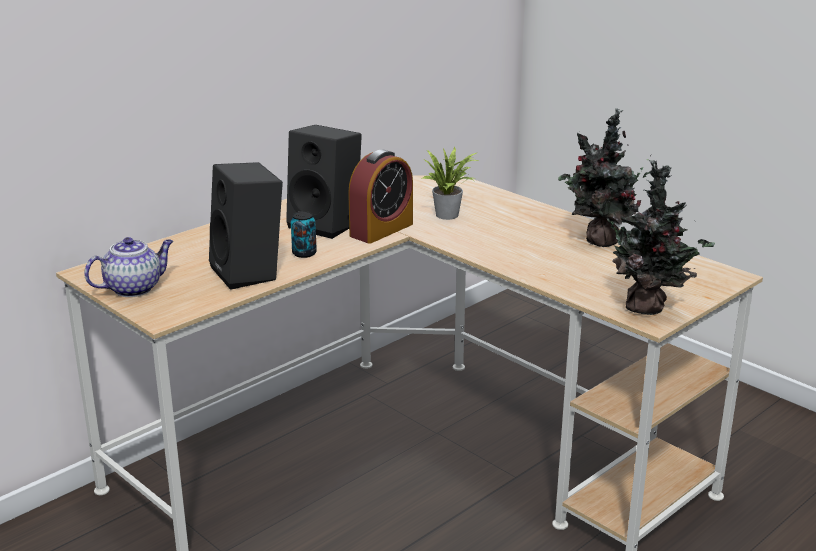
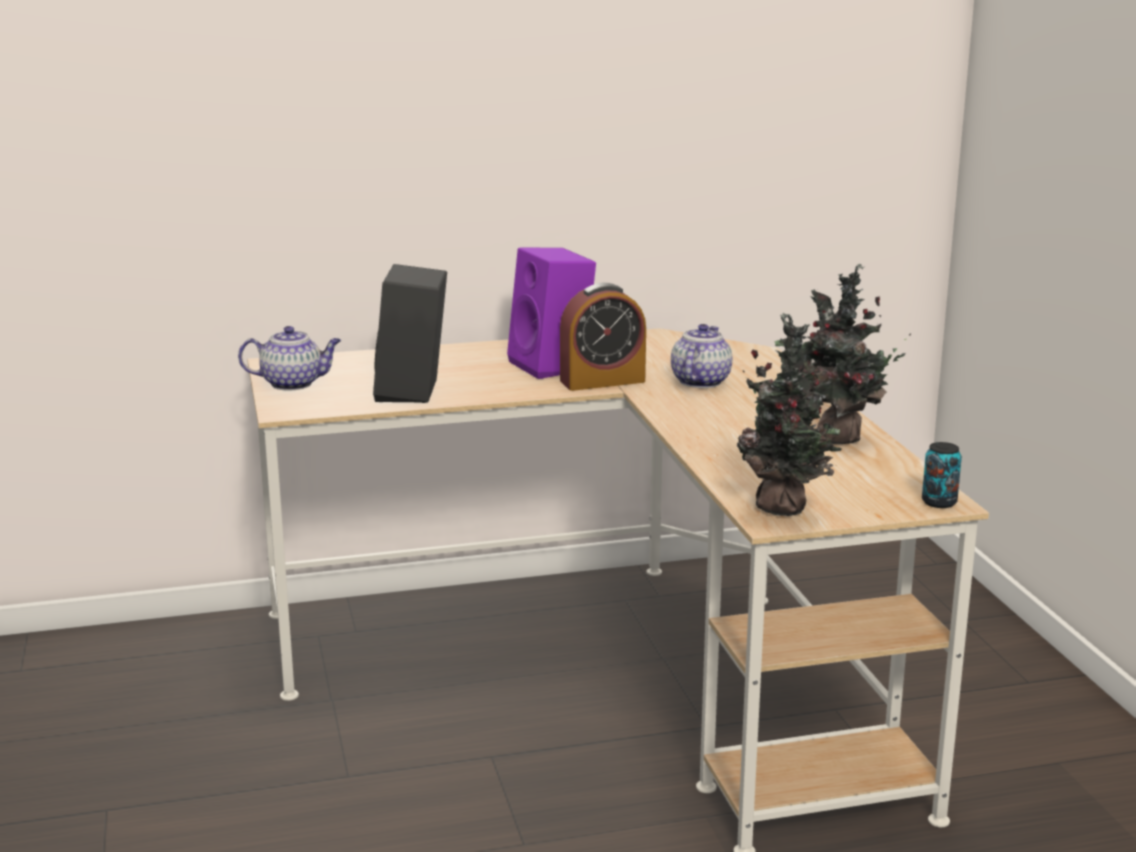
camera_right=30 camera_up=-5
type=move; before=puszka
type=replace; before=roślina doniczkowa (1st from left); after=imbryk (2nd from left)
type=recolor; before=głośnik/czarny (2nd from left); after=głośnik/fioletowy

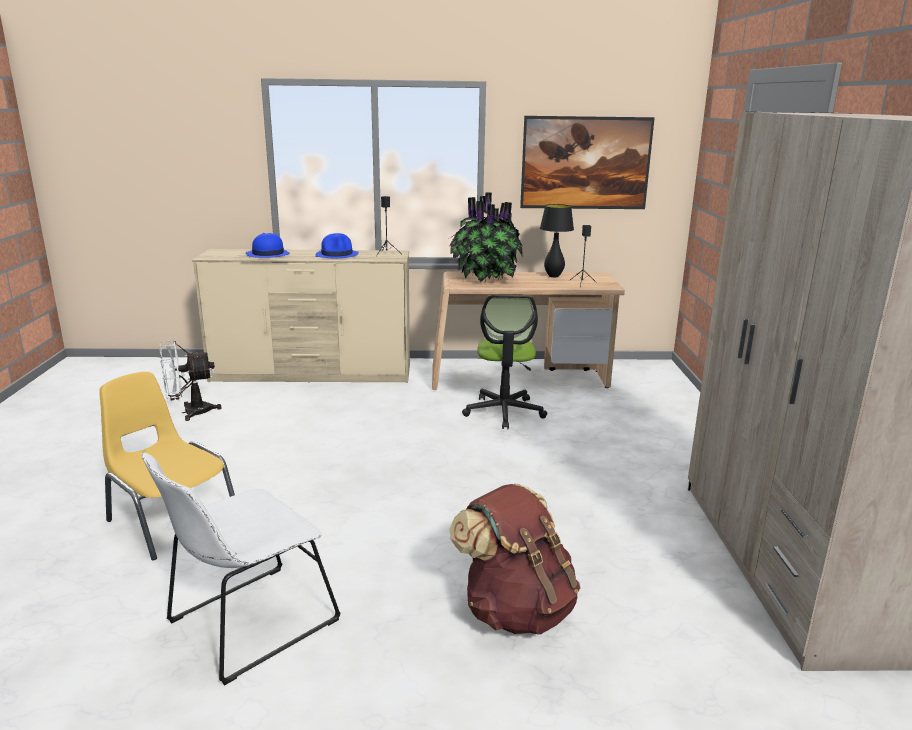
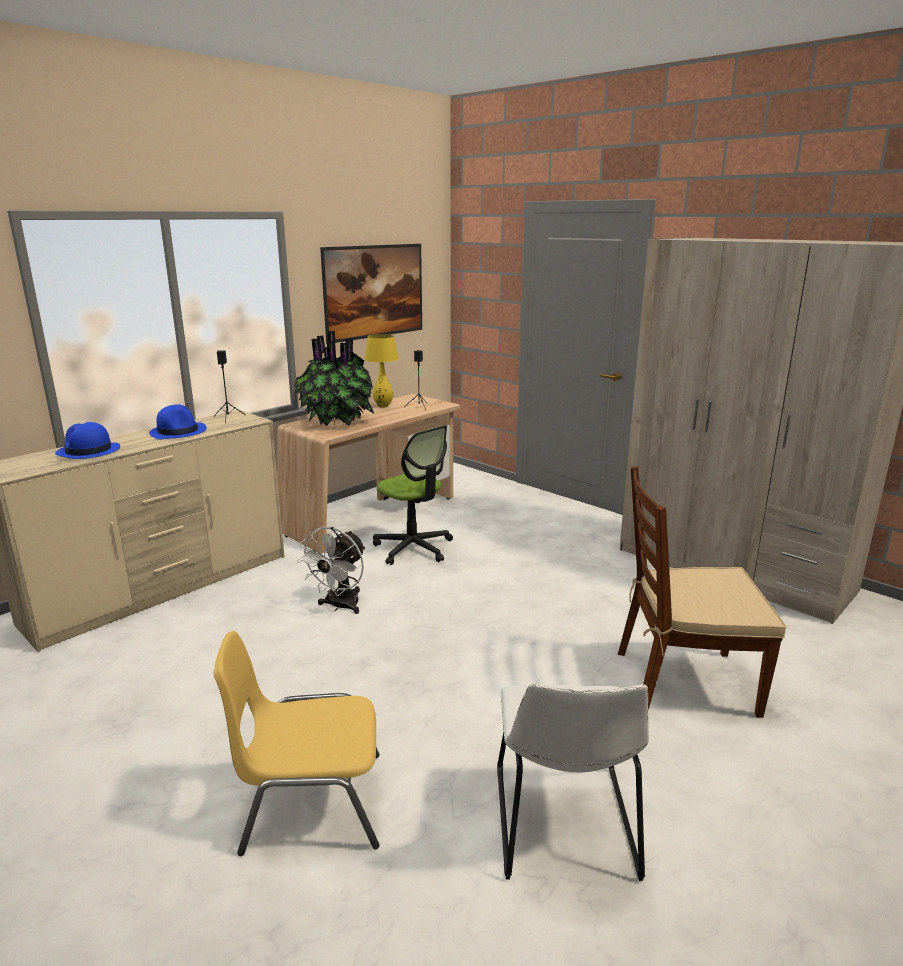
camera_right=-45 camera_up=0
type=move; before=wentylator/biały
type=replace; before=plecak/brązowy; after=krzesło/brązowy
type=recolor; before=lampa stołowa/czarny; after=lampa stołowa/żółty

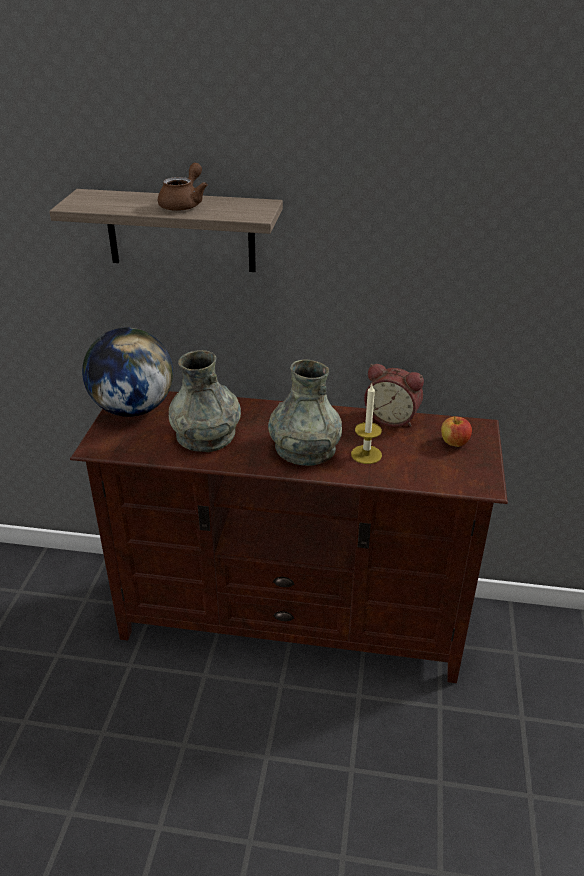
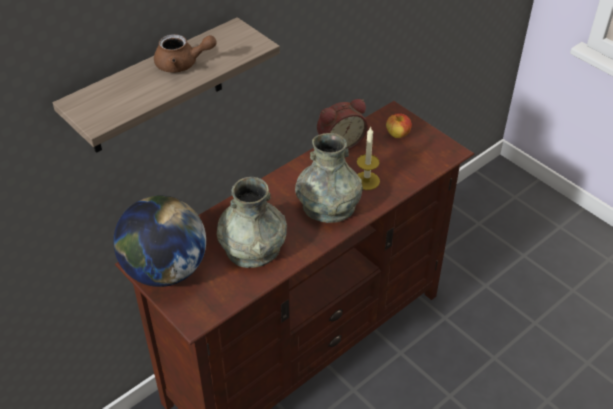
camera_right=-50 camera_up=10
type=rotate; before=imbryk/brązowy; turn=120

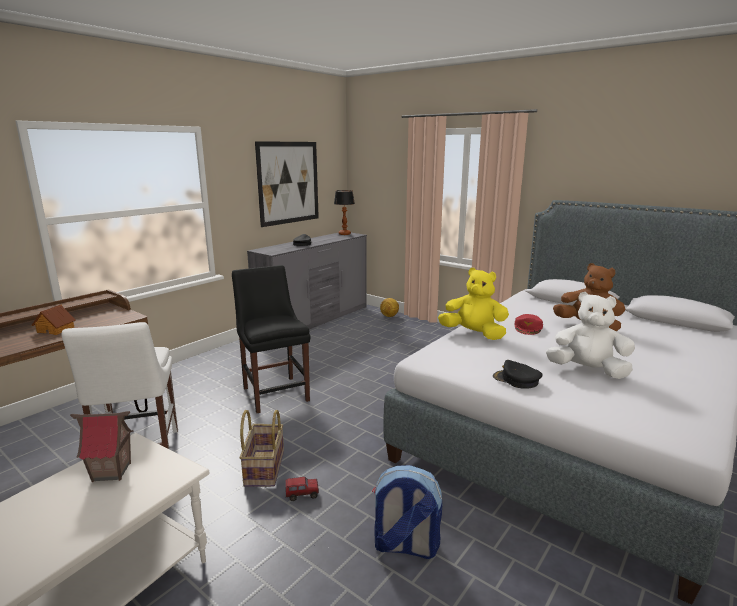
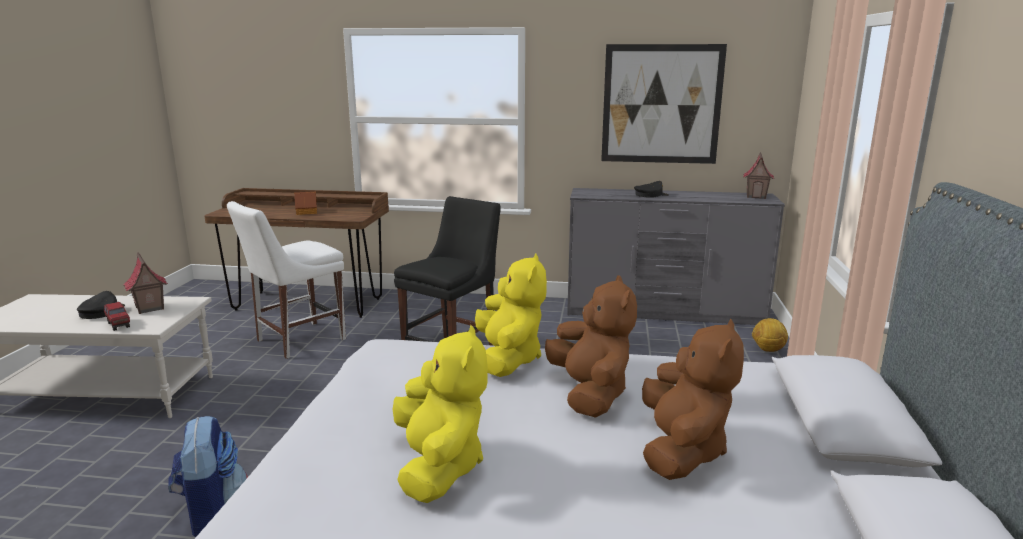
camera_right=60 camera_up=0
type=delete; before=koszyk
type=move; before=ciężarówka zabawkowa
type=move; before=czapka z daszkiem/czarny (2nd from left in the first image); after=czapka z daszkiem/czarny (1st from left)
type=replace; before=lampa stołowa; after=domek (3rd from left)
type=replace; before=czapka z daszkiem/czerwony; after=pluszak/brązowy (1st from left)
type=recolor; before=pluszak/biały; after=pluszak/żółty (1st from left)

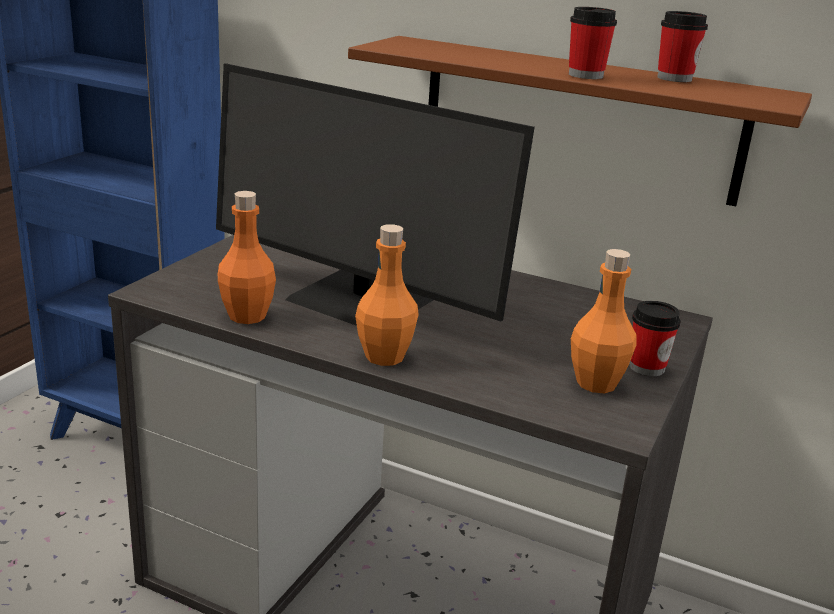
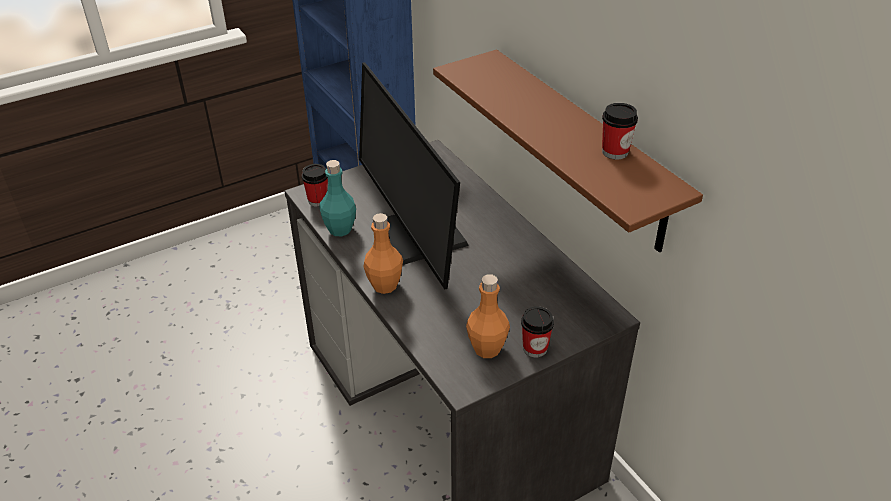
camera_right=35 camera_up=15
type=move; before=filiżanka (1st from left)
type=recolor; before=butelka/pomarańczowy (1st from left); after=butelka/turkusowy

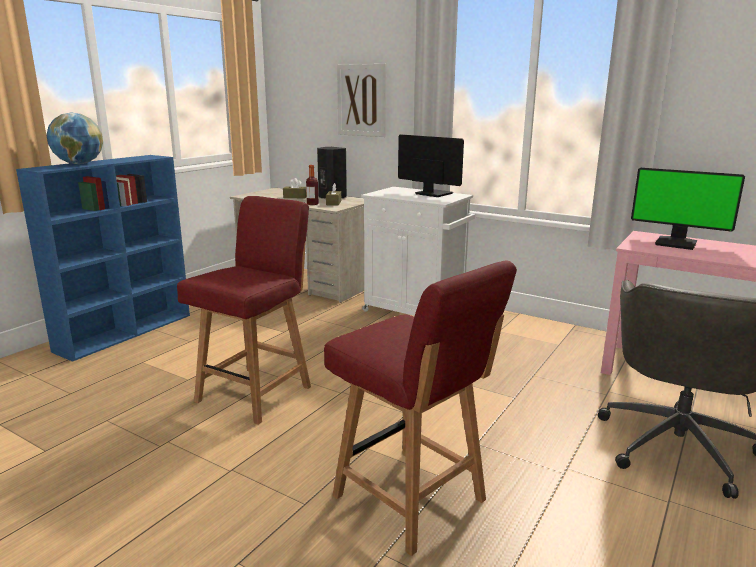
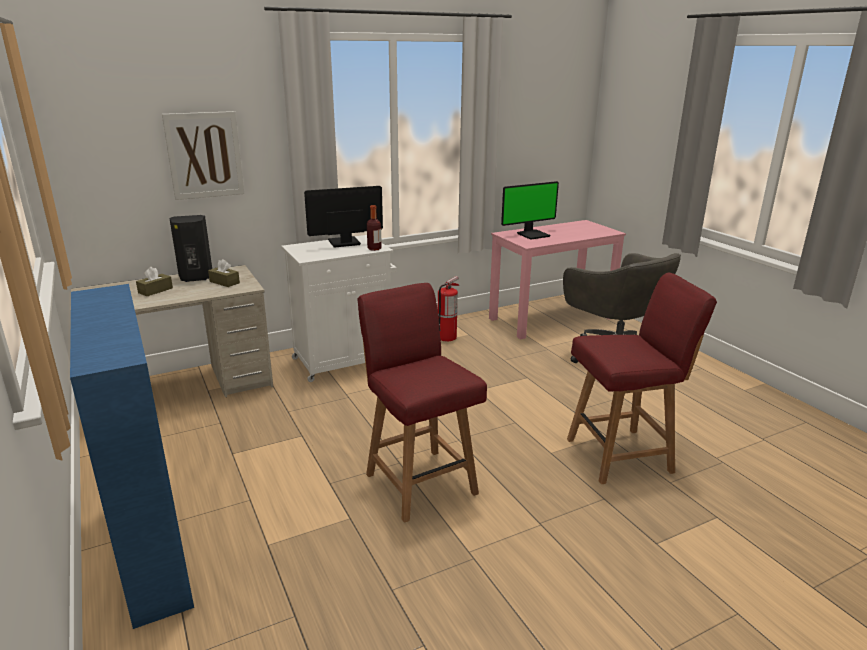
camera_right=-60 camera_up=5
type=delete; before=globus
type=insert; after=gaśnica
type=move; before=butelka

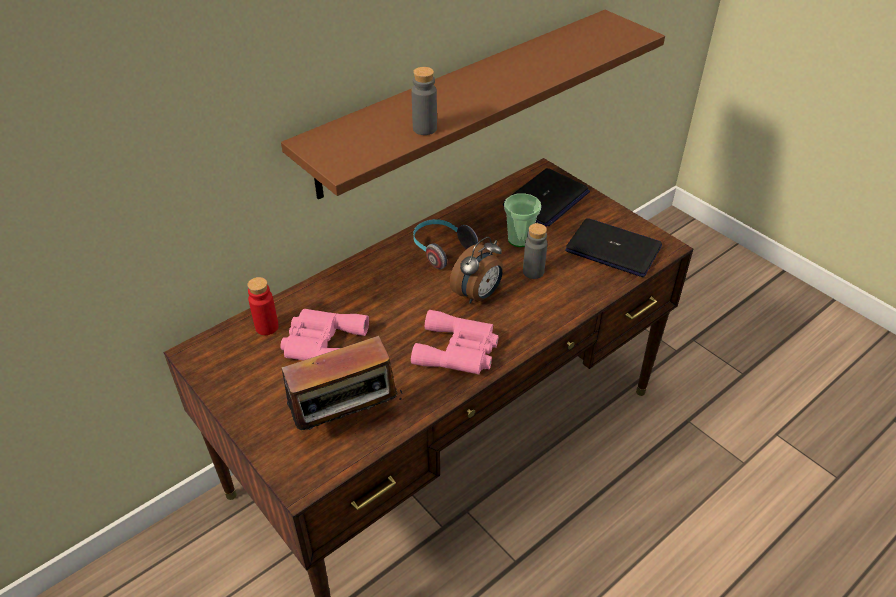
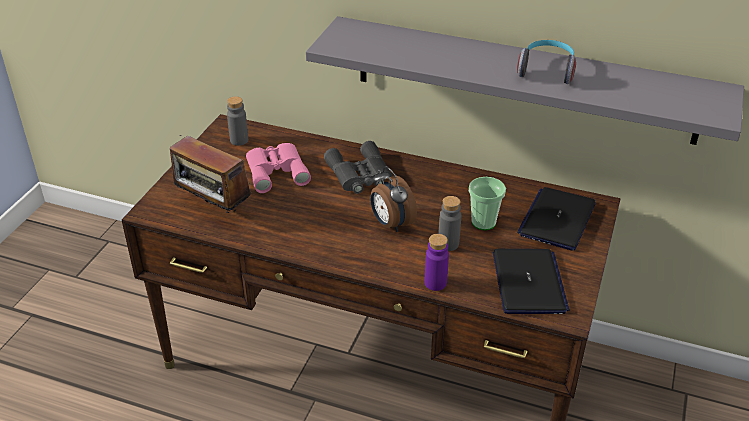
camera_right=60 camera_up=-5
type=delete; before=butelka/czerwony
type=delete; before=lornetka/różowy (2nd from left)
type=insert; after=lornetka/szary
type=insert; after=butelka/fioletowy
type=move; before=butelka/szary (1st from left)
type=move; before=słuchawki
type=recolor; before=półka/brązowy; after=półka/szary
type=rotate; before=budzik; turn=45
type=rotate; before=laptop (1st from left in the first image); turn=105

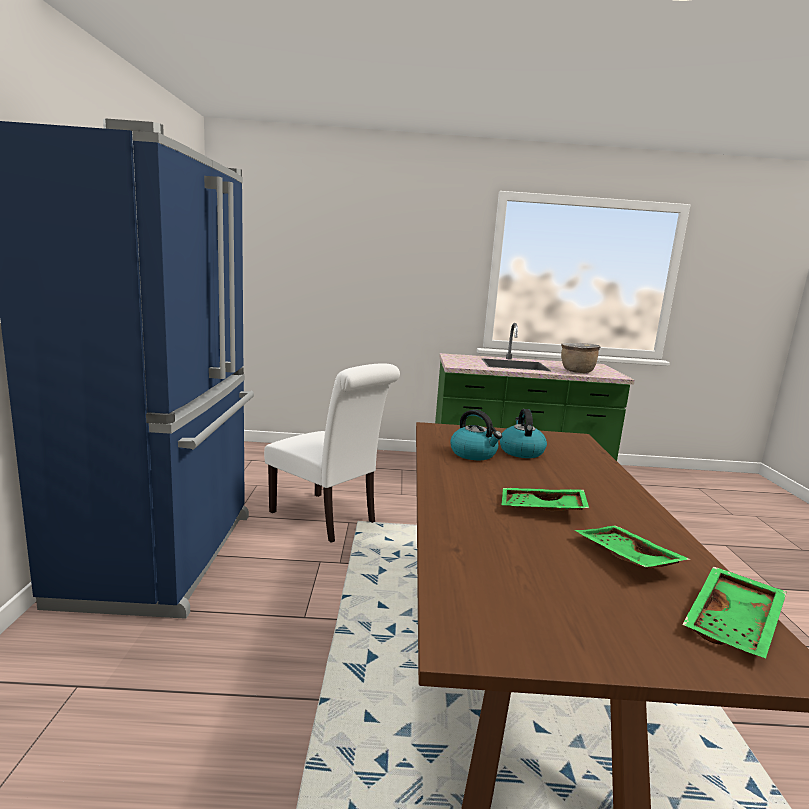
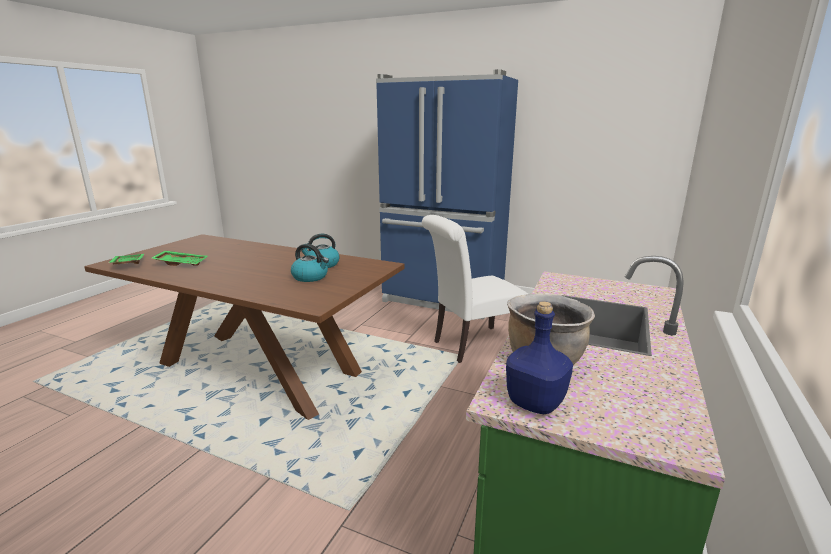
camera_right=115 camera_up=5
type=delete; before=taca/zielony (1st from left)
type=insert; after=butelka/niebieski

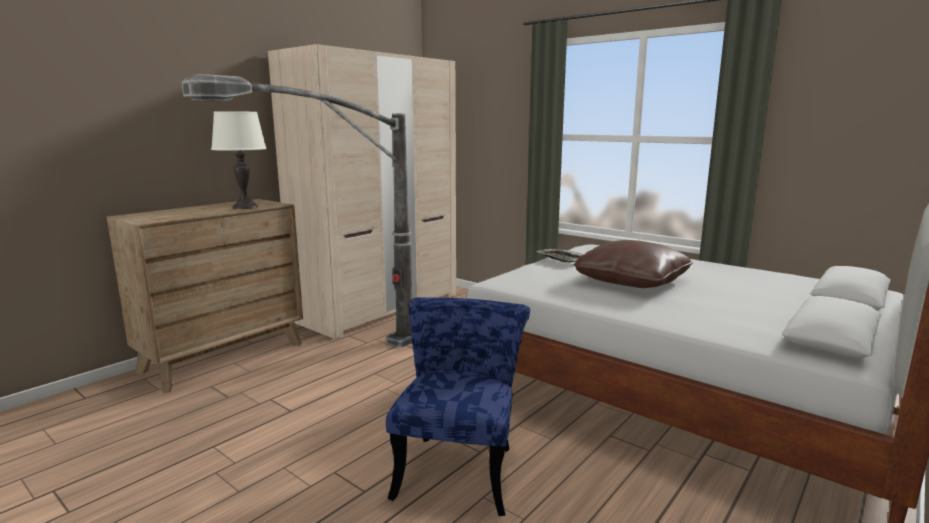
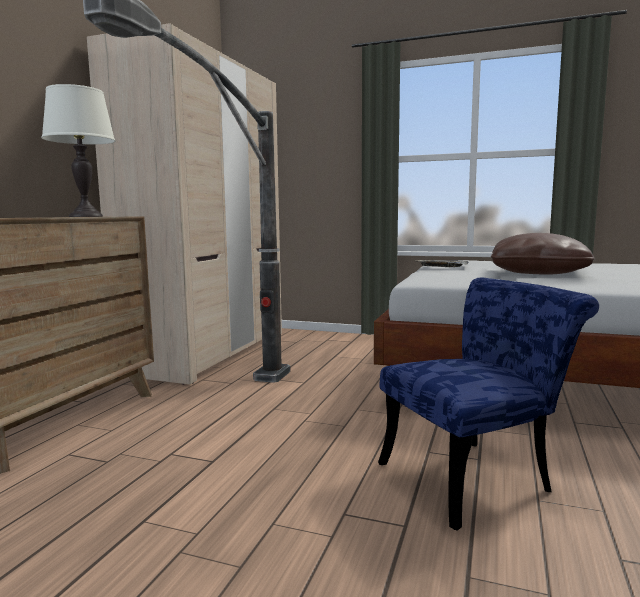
camera_right=-20 camera_up=-5
type=rotate; before=krzesło/niebieski; turn=75

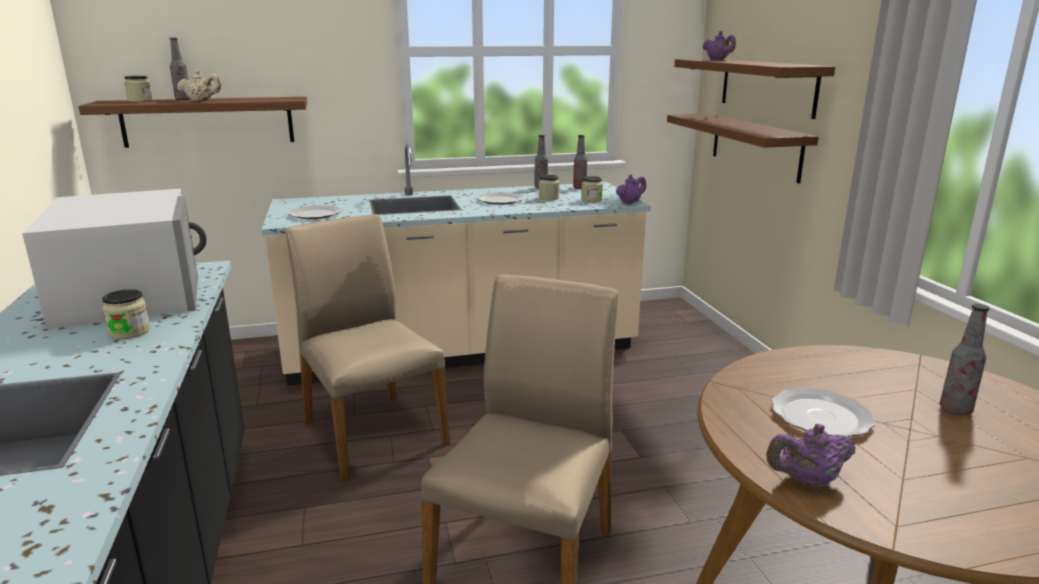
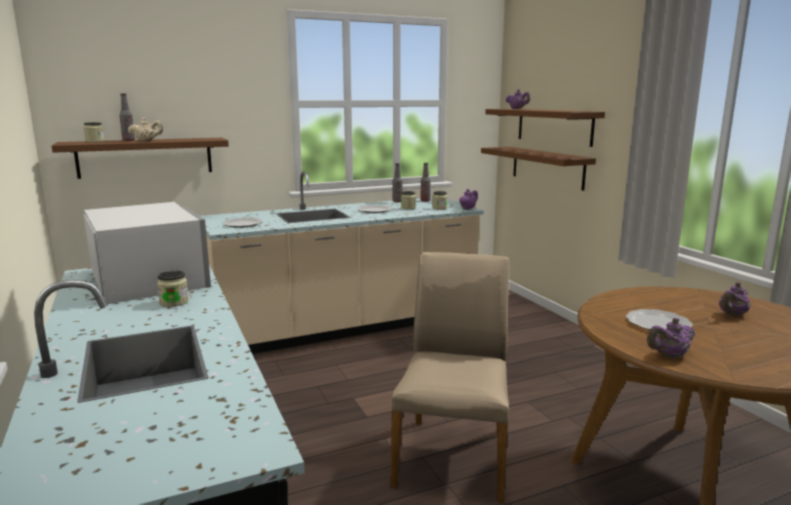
camera_right=-10 camera_up=-5
type=delete; before=krzesło/beżowy (1st from left)
type=replace; before=butelka (4th from left); after=imbryk/fioletowy (4th from left)

